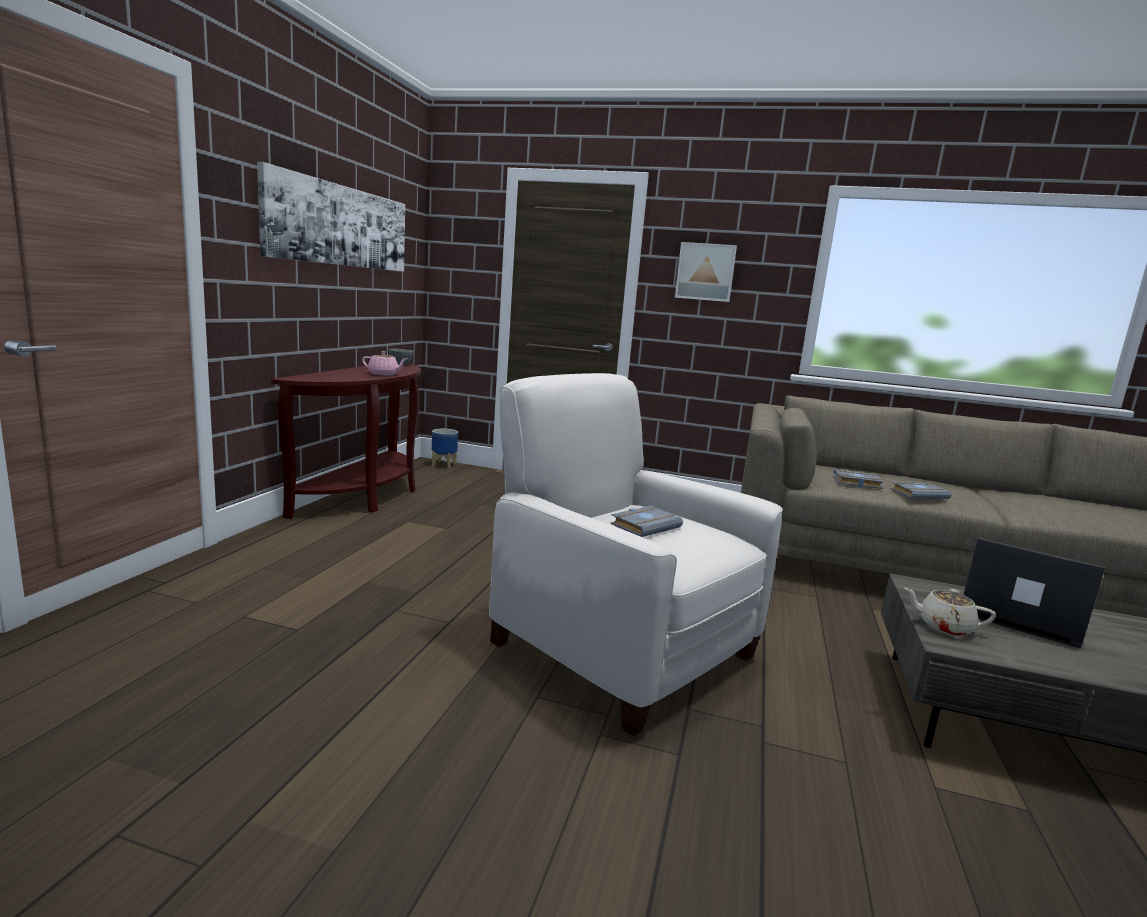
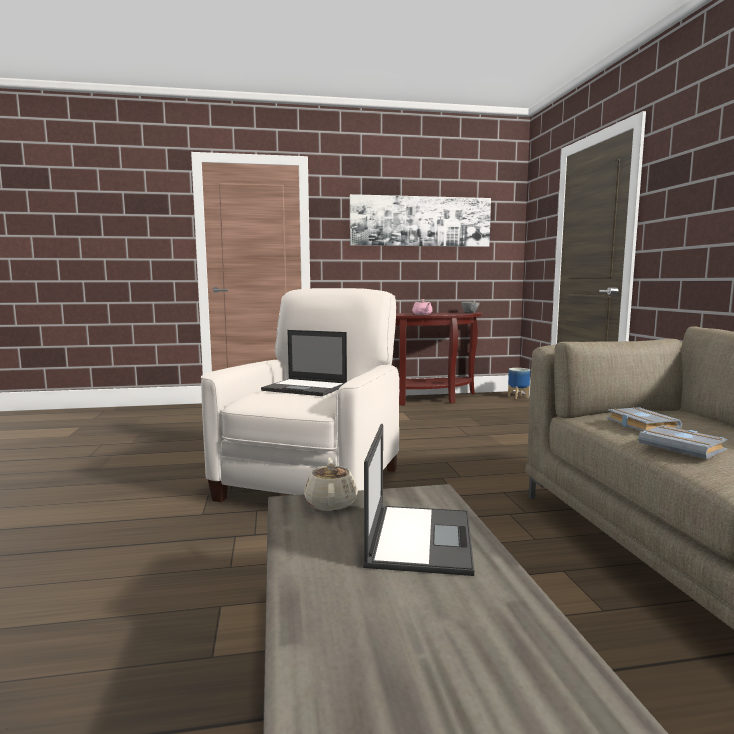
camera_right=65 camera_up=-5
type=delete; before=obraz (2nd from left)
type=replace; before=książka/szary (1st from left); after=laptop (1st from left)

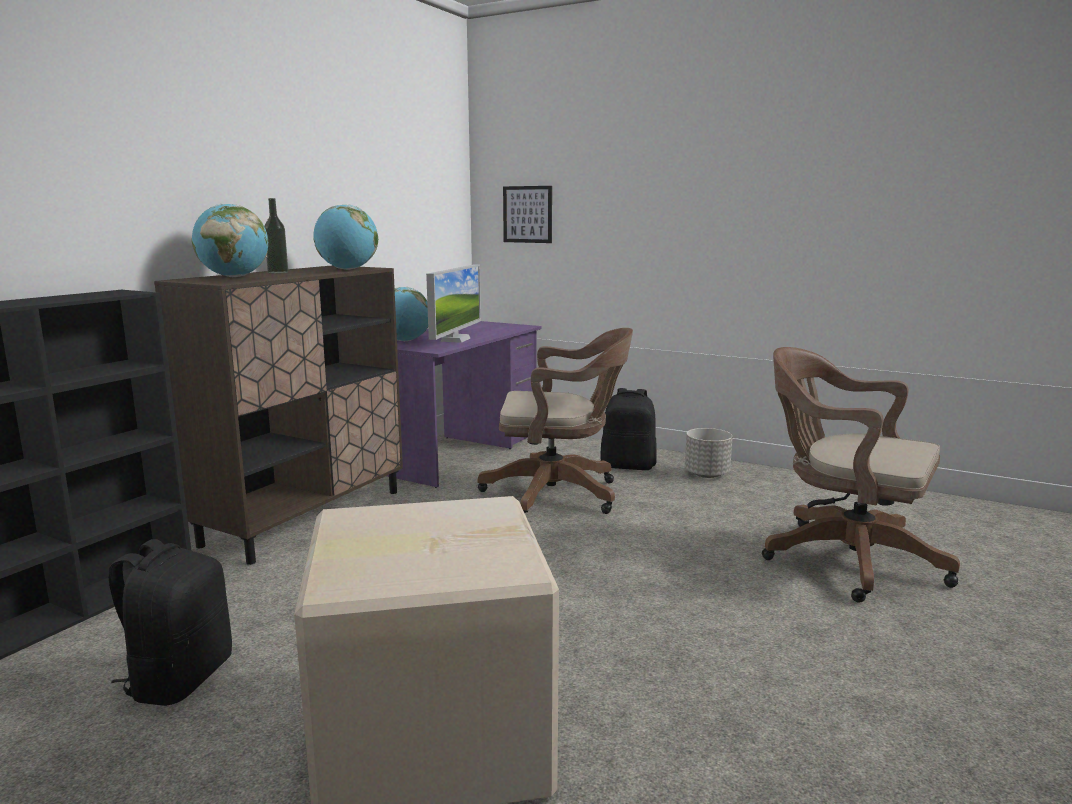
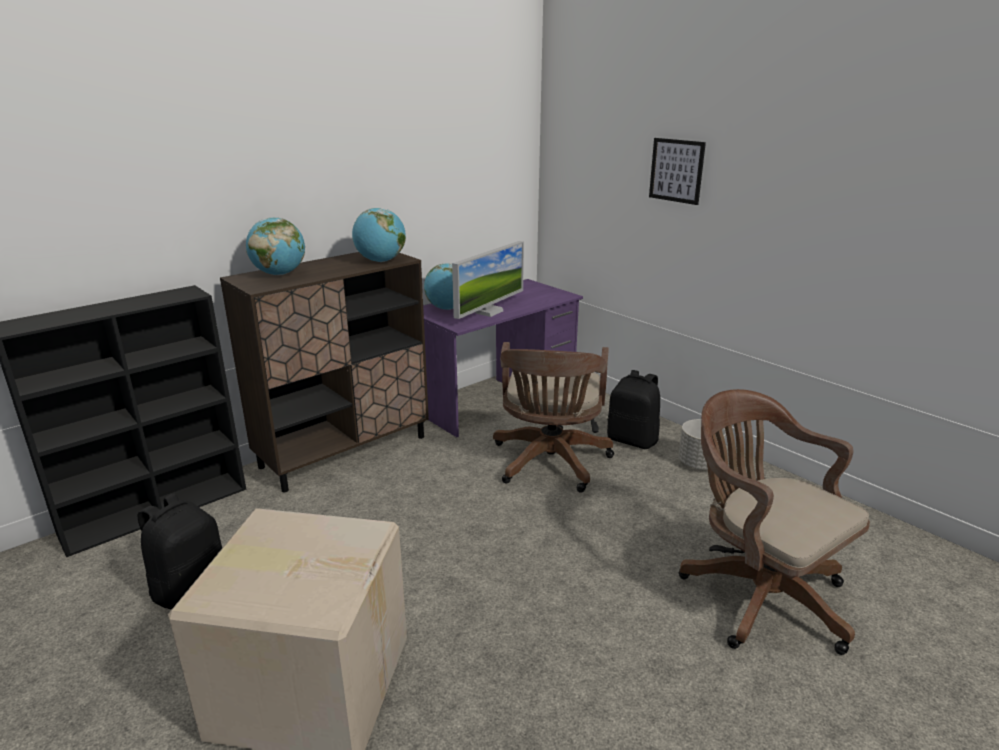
camera_right=20 camera_up=10
type=delete; before=butelka
type=move; before=obraz
type=rotate; before=krzesło biurowe/brązowy (1st from left); turn=75

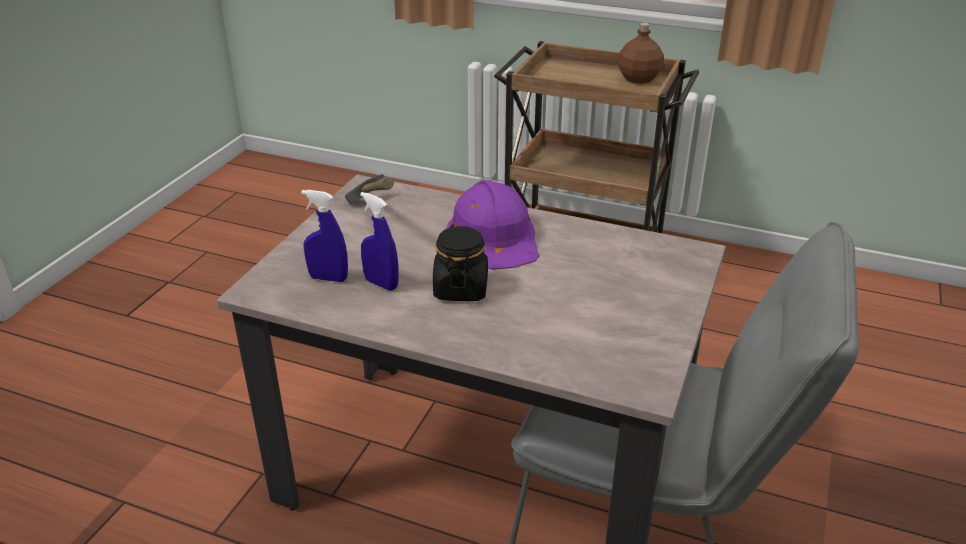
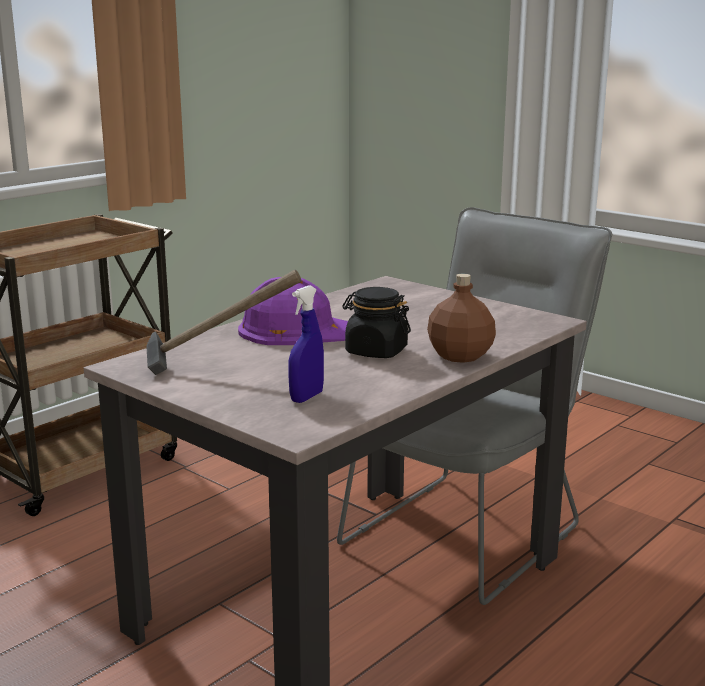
camera_right=-70 camera_up=-15
type=delete; before=spryskiwacz/niebieski (2nd from left)
type=move; before=butelka/brązowy

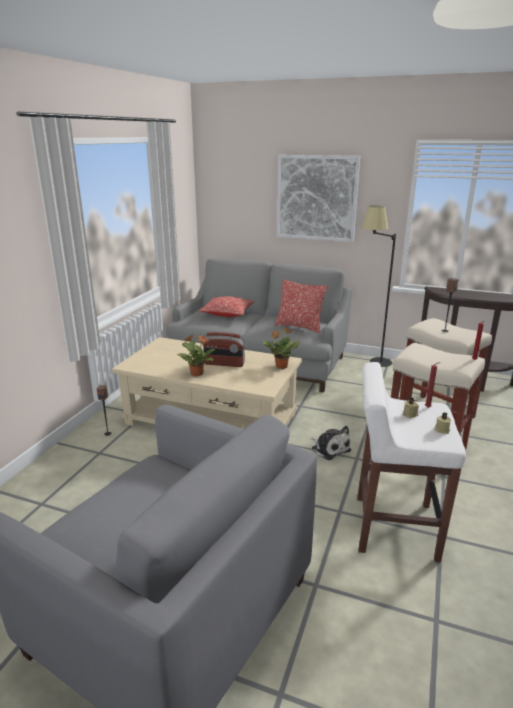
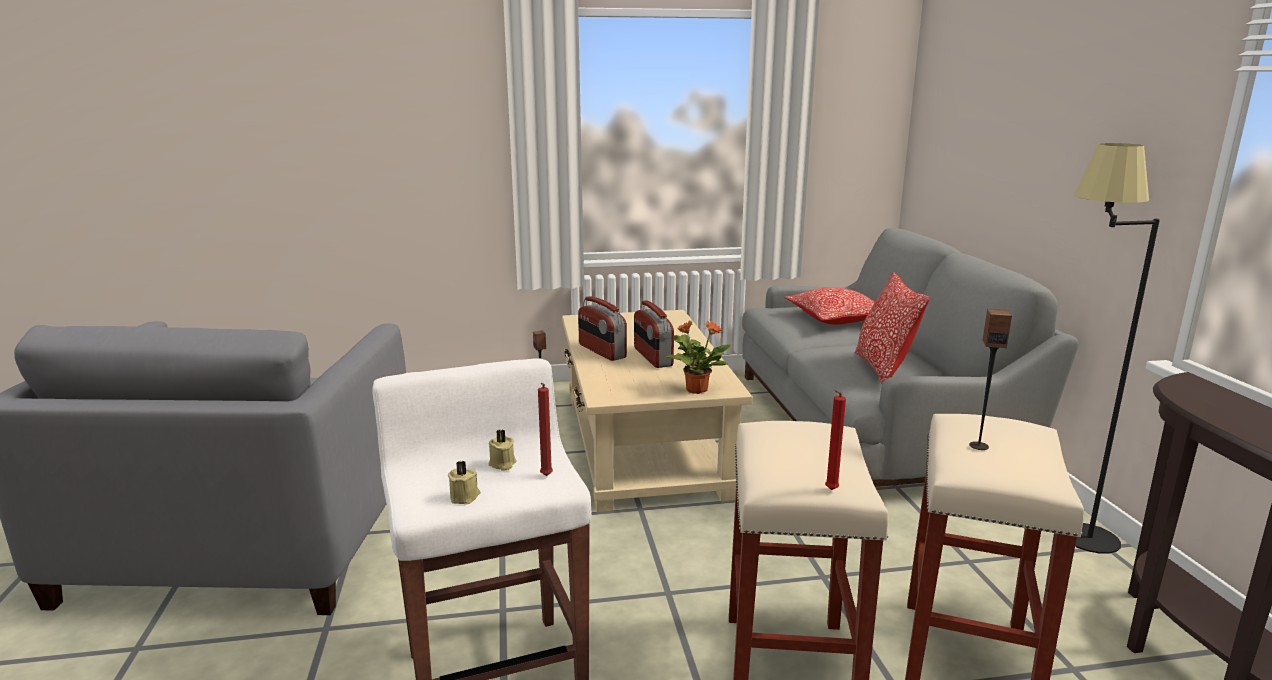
camera_right=60 camera_up=-5
type=delete; before=obraz
type=delete; before=pluszak
type=replace; before=roślina doniczkowa (1st from left); after=radio (1st from left)

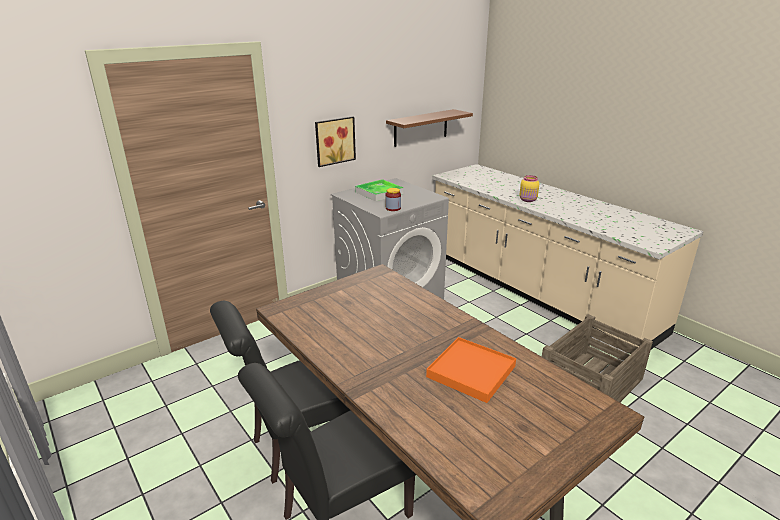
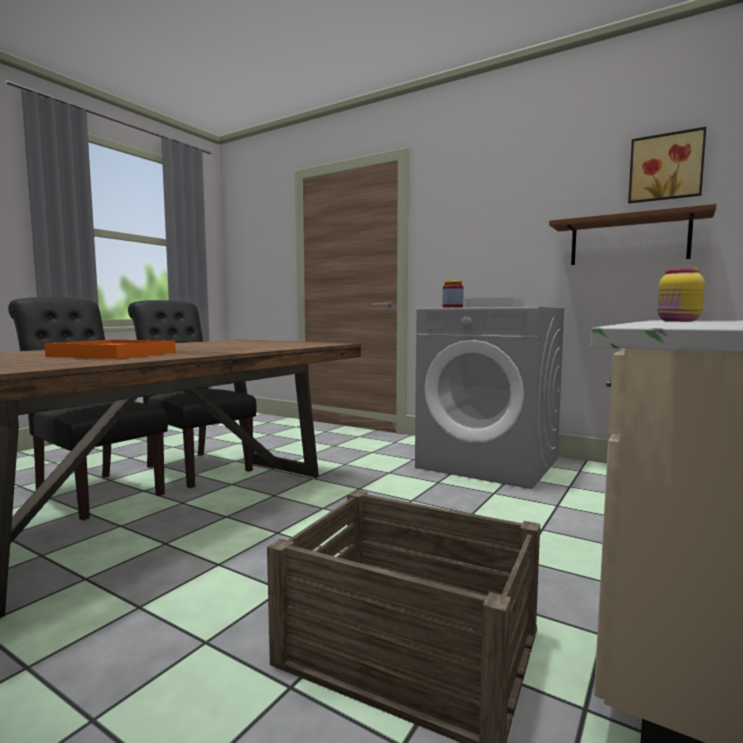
camera_right=70 camera_up=-20
type=move; before=obraz

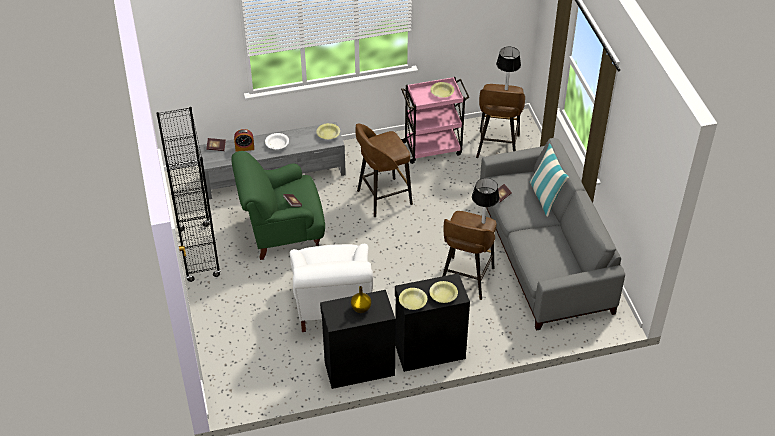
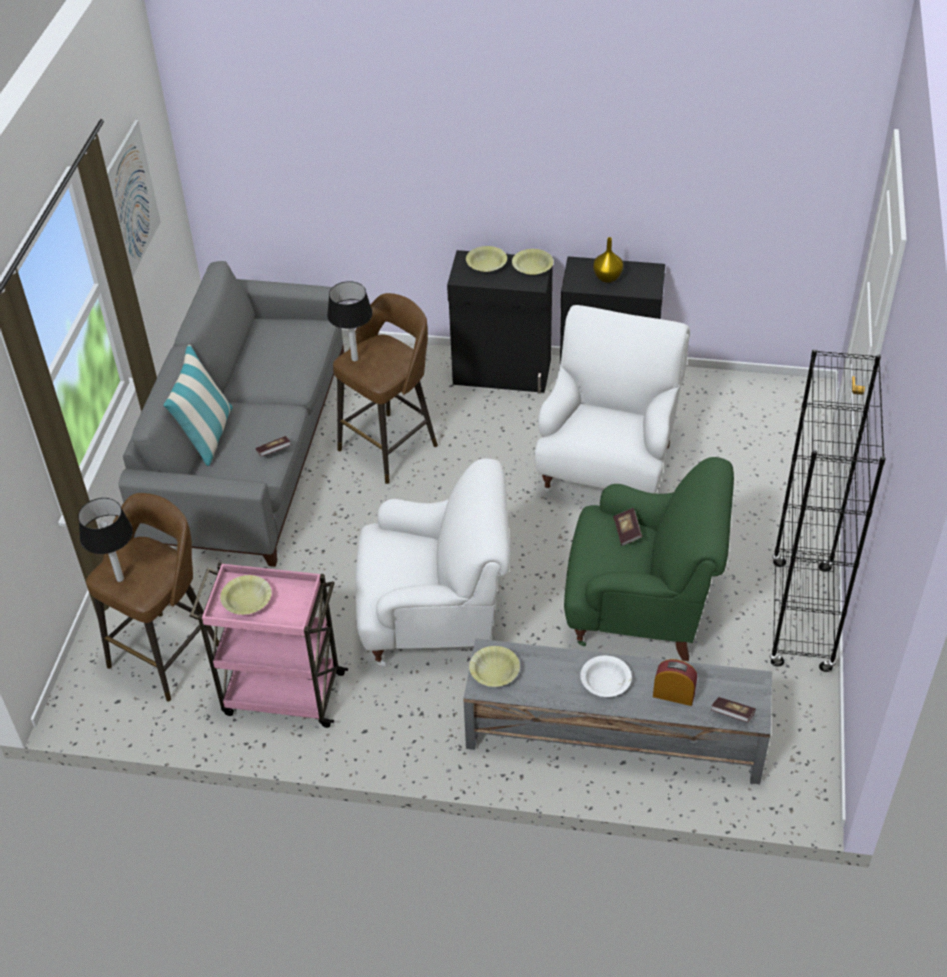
camera_right=-155 camera_up=0
type=insert; after=obraz
type=replace; before=stołek/brązowy (1st from left); after=fotel/biały (1st from left)

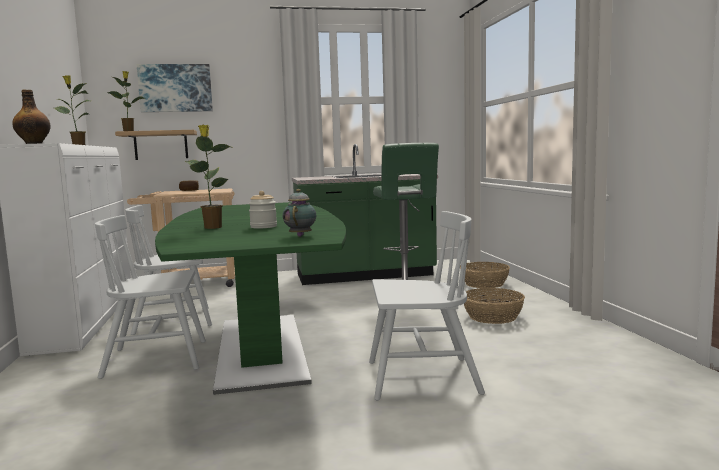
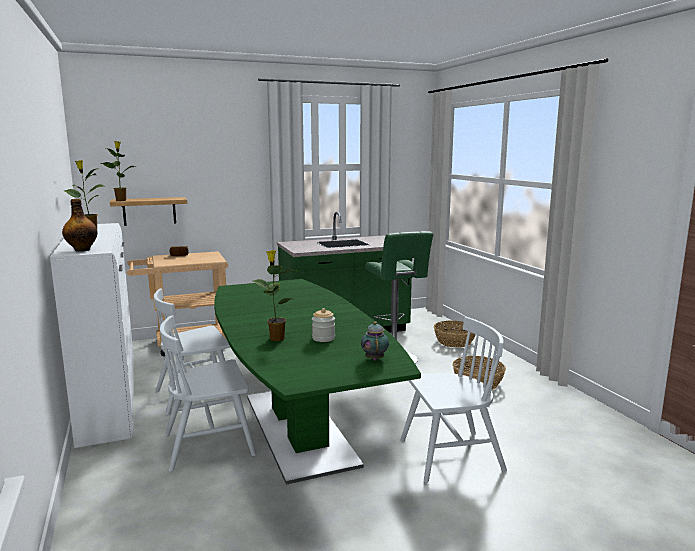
camera_right=-10 camera_up=5
type=delete; before=obraz

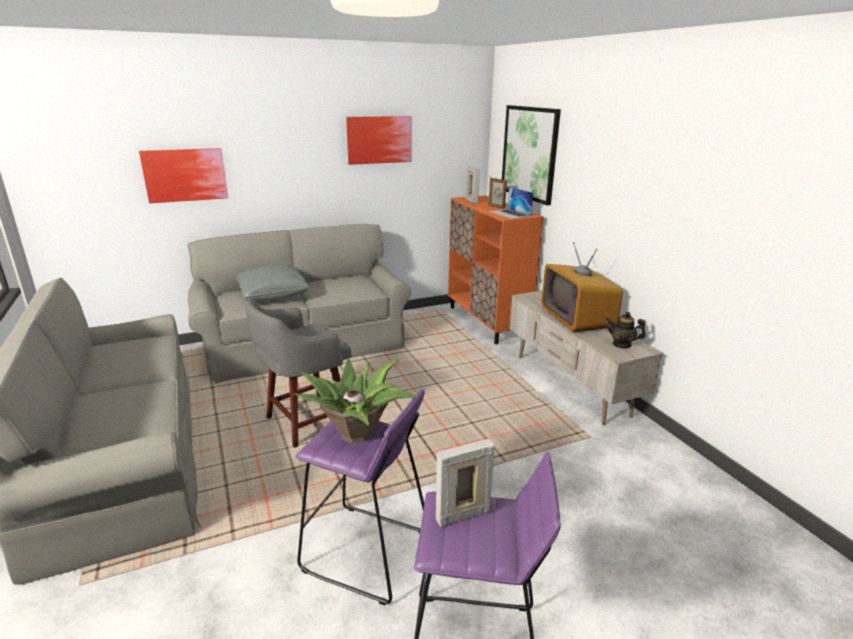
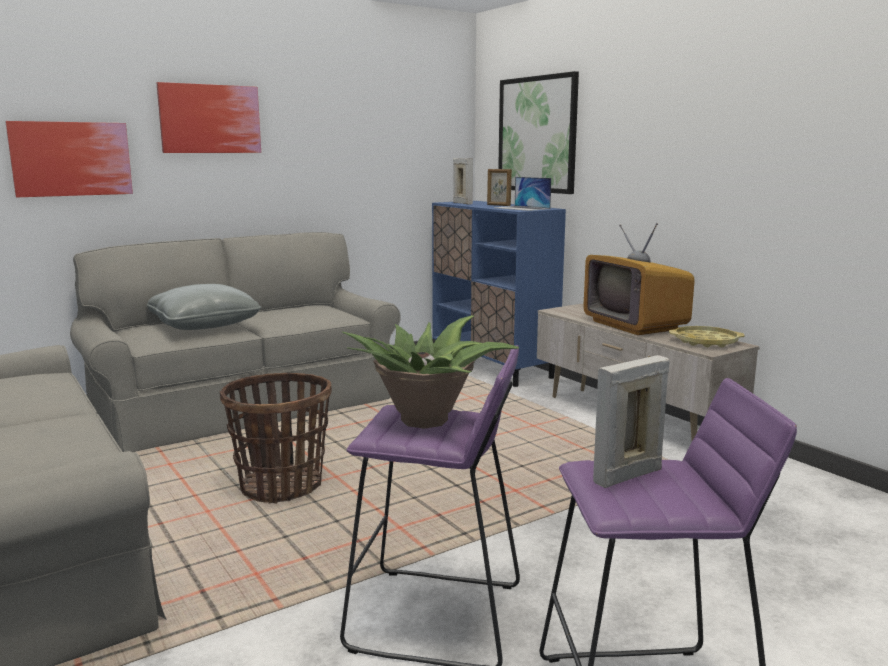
camera_right=-10 camera_up=-10
type=move; before=obraz (2nd from left)
type=replace; before=stołek/szary; after=koszyk
type=replace; before=imbryk; after=taca/żółty
type=recolor; before=szafka/pomarańczowy; after=szafka/niebieski

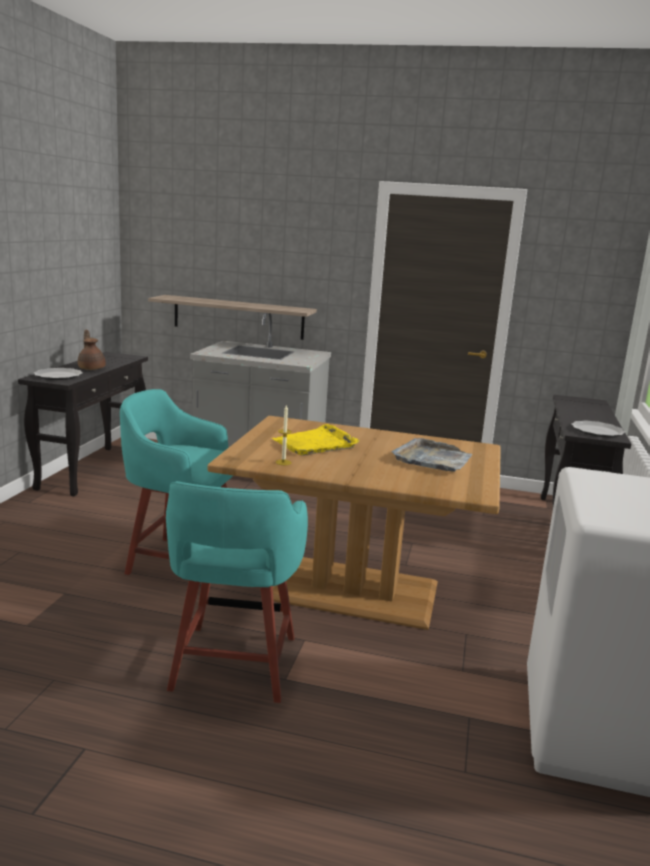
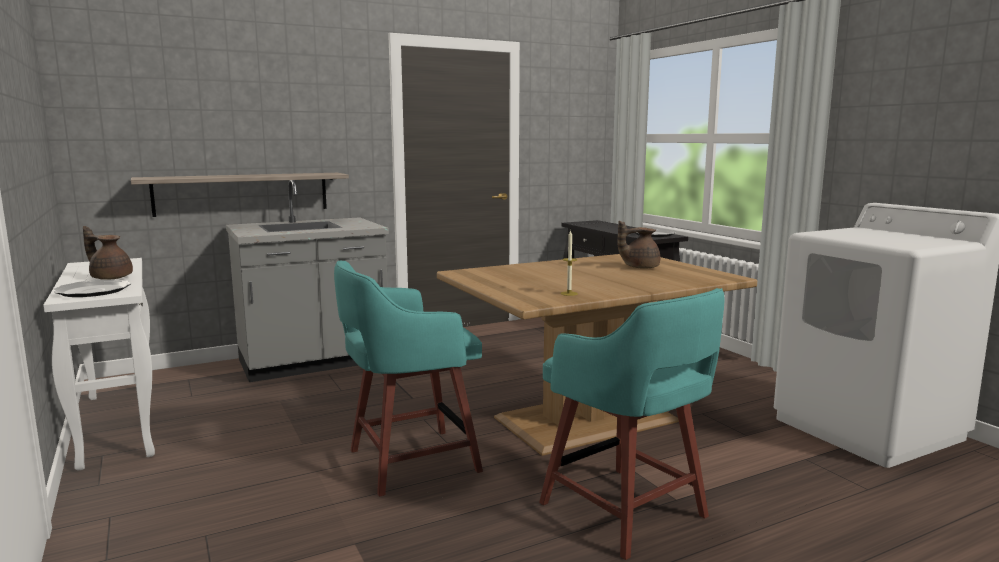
camera_right=-40 camera_up=-5
type=delete; before=taca/żółty
type=replace; before=taca/szary; after=imbryk/brązowy (2nd from left)
type=recolor; before=stolik konsolowy/czarny (1st from left); after=stolik konsolowy/biały

